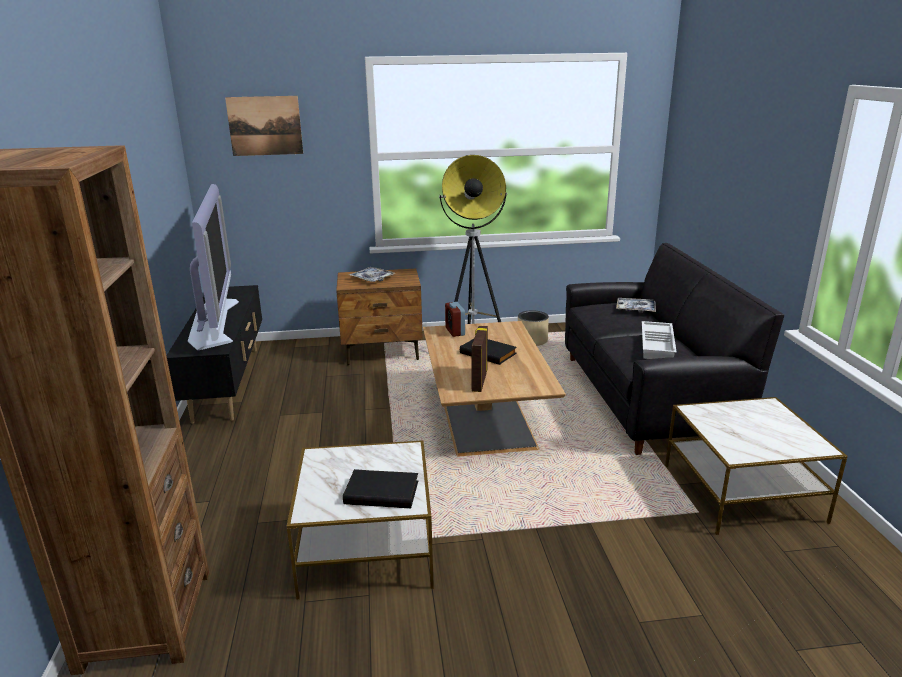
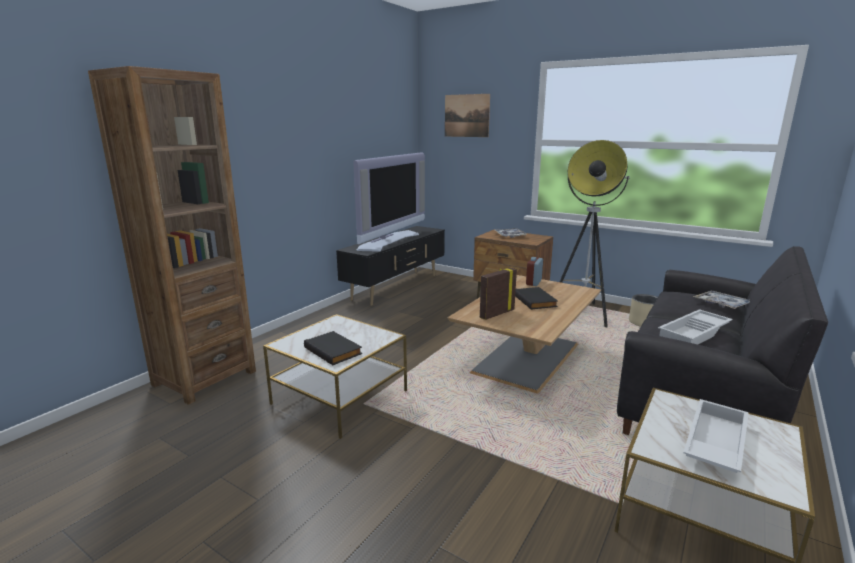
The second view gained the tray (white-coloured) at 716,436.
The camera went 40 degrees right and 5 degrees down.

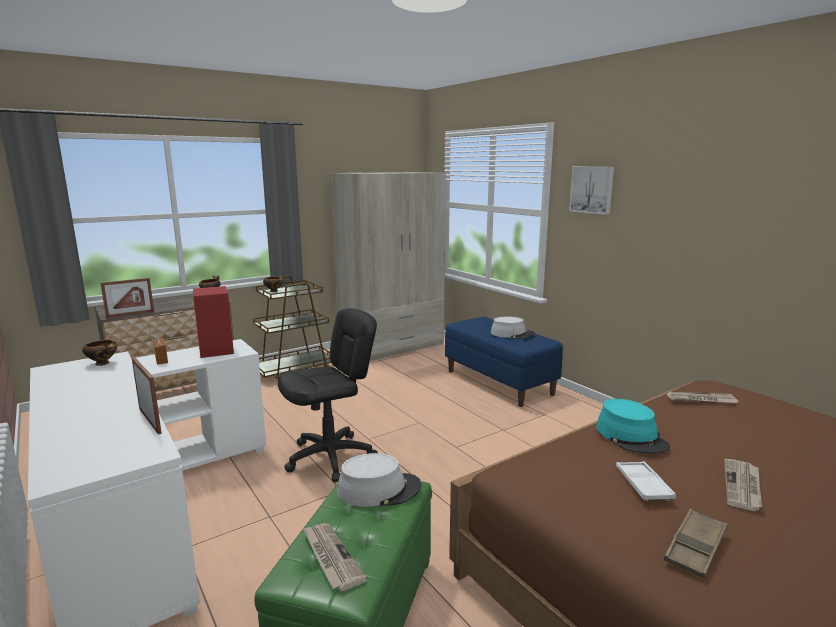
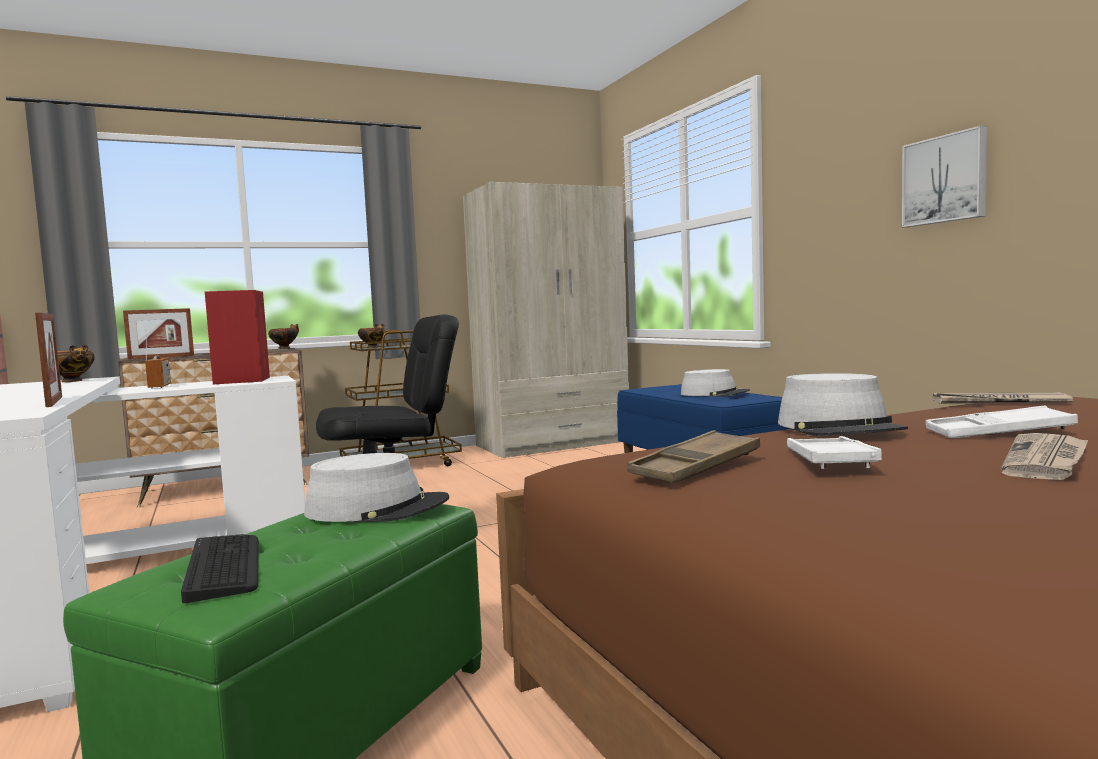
Where the daily paper stood at 334,557, the keyboard came to stand at 220,568.
The wall art ended up elsewhere, having gone from 591,190 to 944,176.
What was the hat (turquoise) at 633,426 turned into the hat (gray) at 843,404.
The tray (brown-coloured) ended up elsewhere, having gone from 696,543 to 693,456.
The second view gained the tray (white-coloured) at 1002,422.
The camera went 10 degrees right and 10 degrees down.

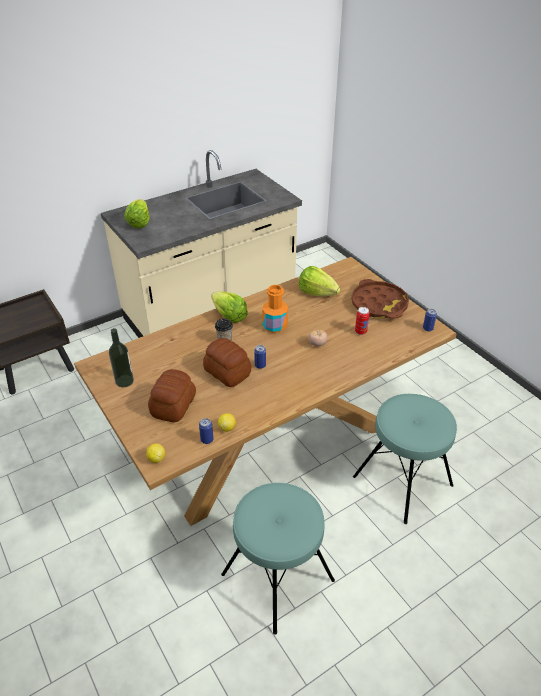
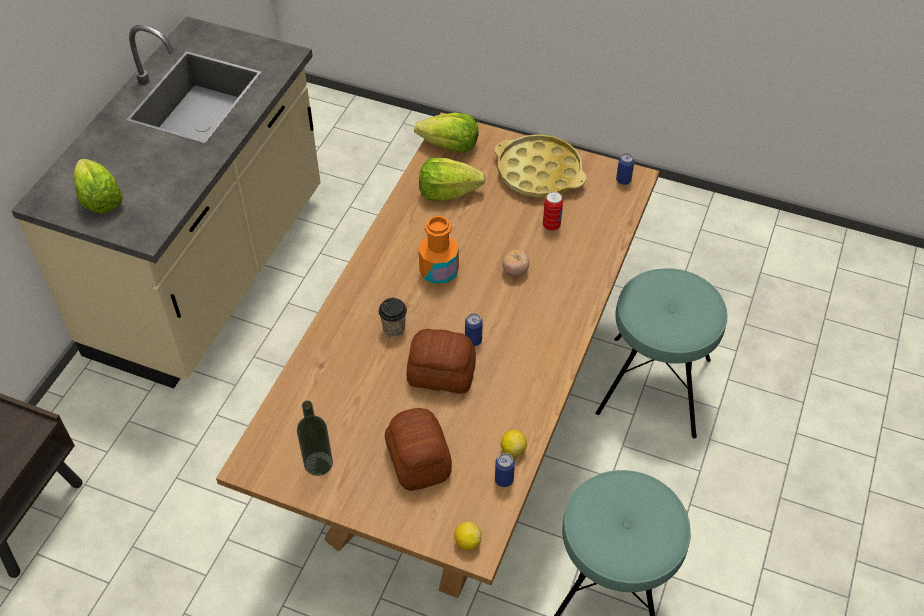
The head of lettuce ended up elsewhere, having gone from 229,307 to 446,133.
What was the tray (brown-coloured) at 380,299 turned into the tray (yellow-coloured) at 540,166.
The camera went 35 degrees left and 10 degrees up.

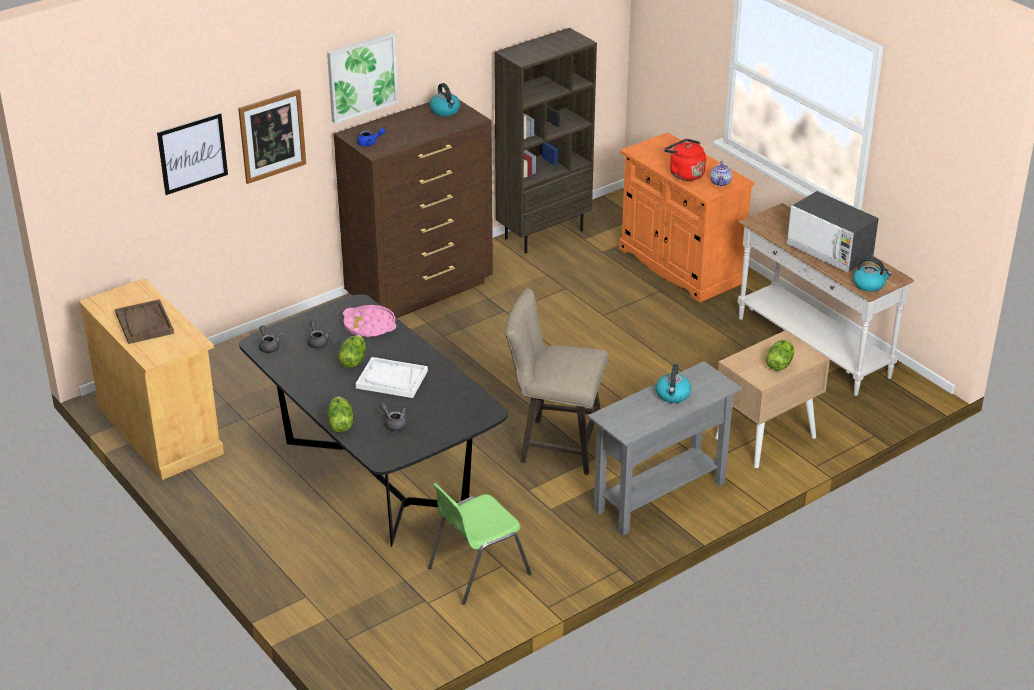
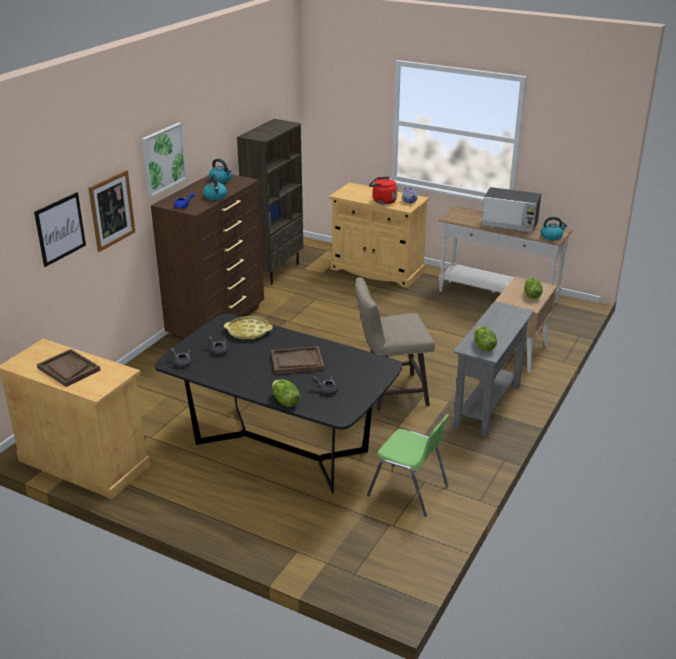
The head of lettuce ended up elsewhere, having gone from 352,351 to 485,338.
What was the tray (pinkish) at 369,321 turned into the tray (yellow-coloured) at 248,328.
What was the tray (white-coloured) at 391,377 turned into the tray (brown-coloured) at 297,360.
The chair (greenish) at 480,544 ended up facing another way, 90 degrees counterclockwise from before.
What was the cupboard (orange) at 686,217 turned into the cupboard (beige) at 379,235.
The kettle ended up elsewhere, having gone from 673,383 to 215,187.
The camera went 25 degrees left and 5 degrees down.

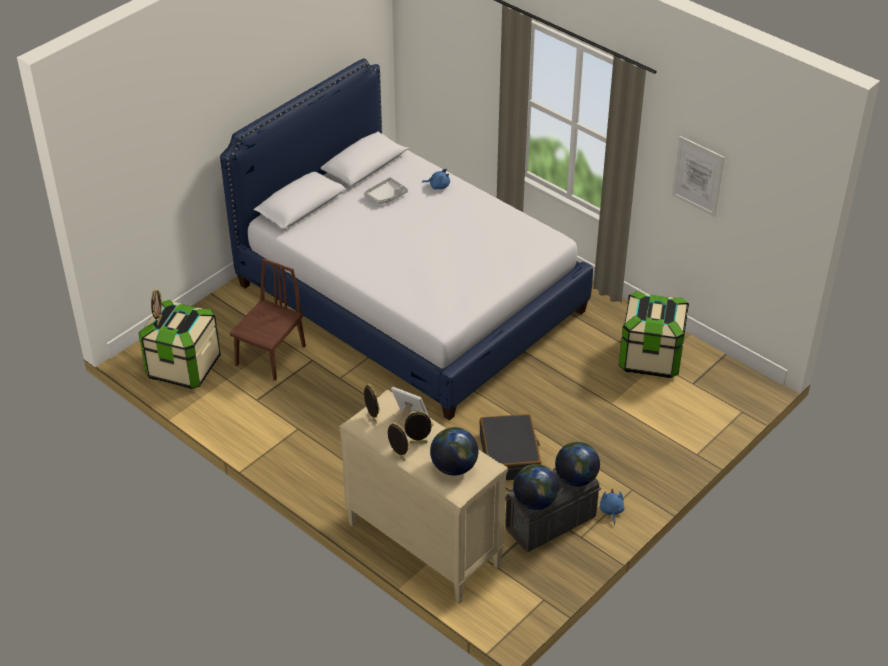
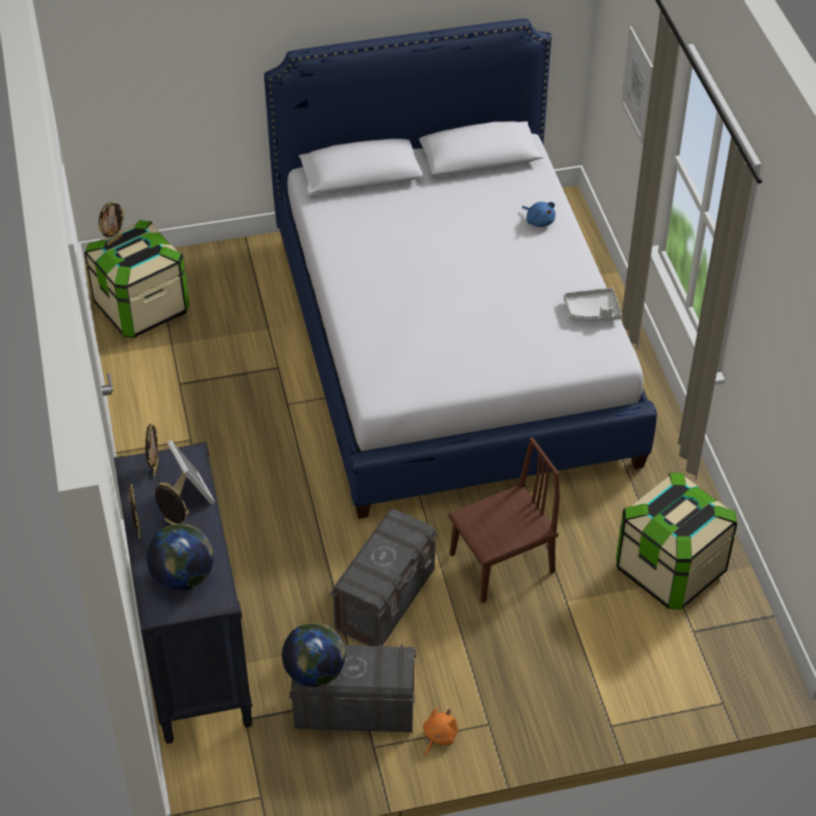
The chair (brown-coloured) ended up elsewhere, having gone from 268,319 to 504,520.
What was the dresser (beige) at 423,496 turned into the dresser (black) at 183,593.
The tray (gray) ended up elsewhere, having gone from 386,190 to 593,305.
Where the piece of luggage (black) stood at 510,447, the storage container (gray) came to stand at 384,578.
The second view lost the globe at 577,464.
What was the plush toy (bluish) at 612,507 turned into the plush toy (orange) at 440,731.
The wall art ended up elsewhere, having gone from 698,176 to 637,85.
The camera went 35 degrees right and 5 degrees up.

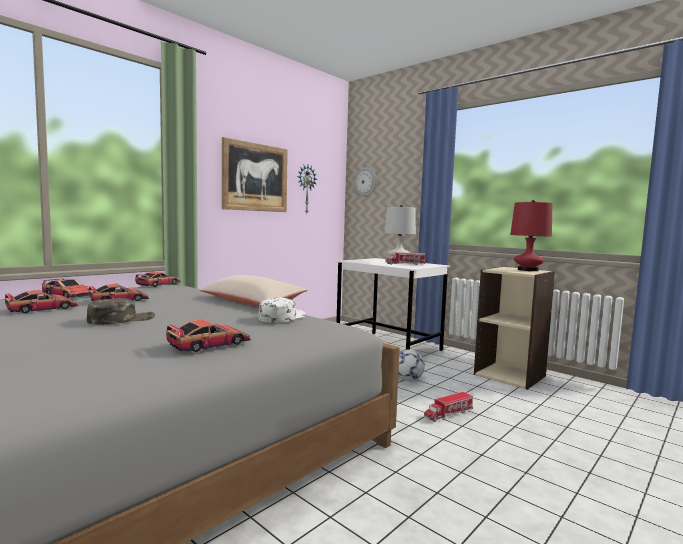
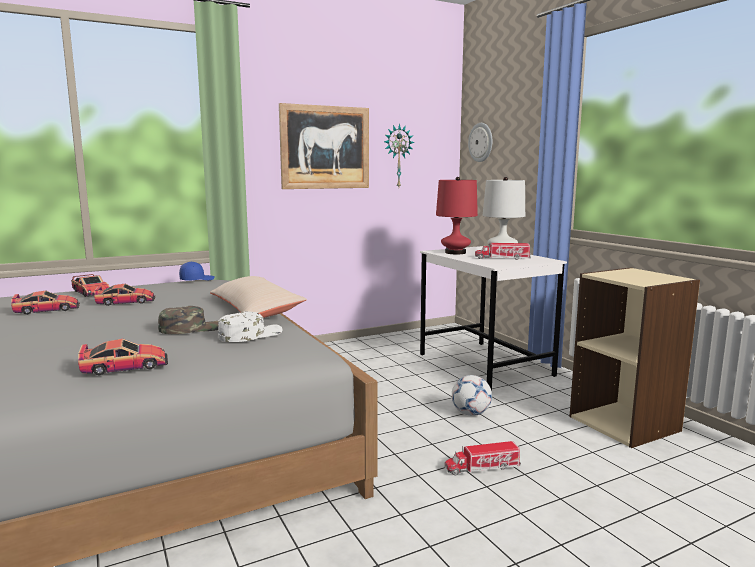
The baseball cap (greenish) ended up elsewhere, having gone from 121,311 to 188,320.
Where the toy car stood at 157,279, the baseball cap (bluish) came to stand at 197,271.
The lamp for a table (red-coloured) ended up elsewhere, having gone from 531,235 to 457,215.
The camera went 20 degrees right and 5 degrees up.

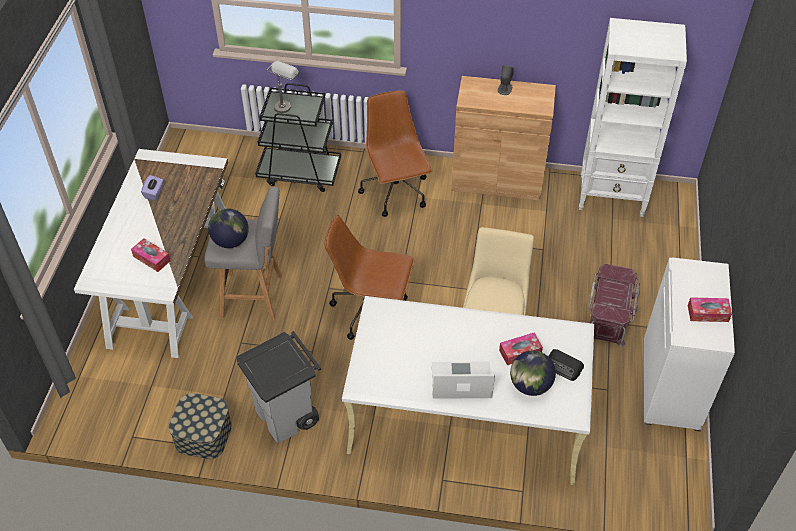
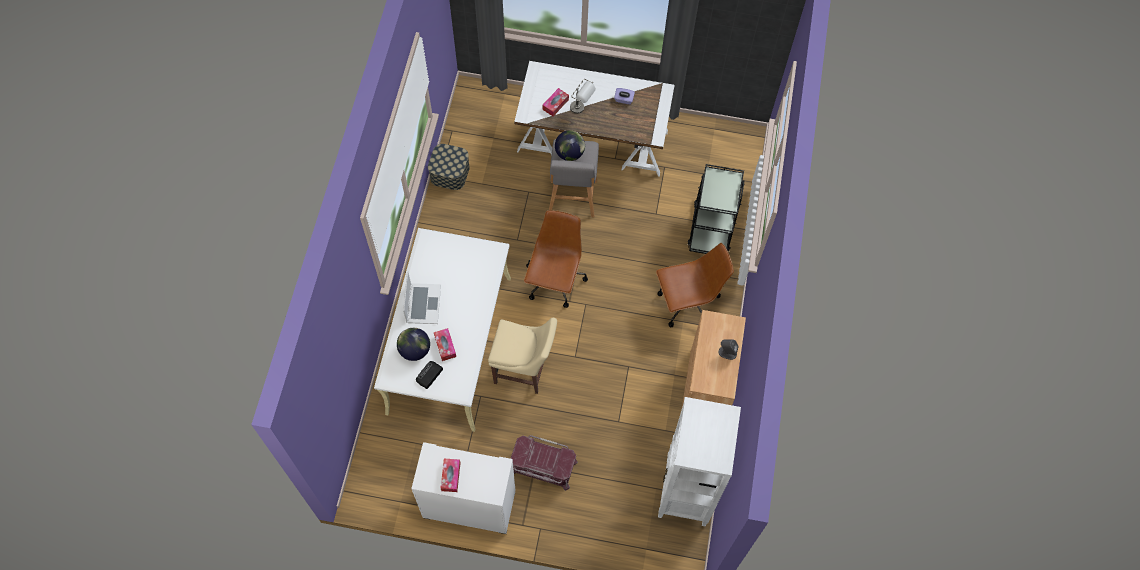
The second view lost the rubbish bin (gray) at 278,387.
The lamp for a table (gray) ended up elsewhere, having gone from 282,87 to 583,96.
The camera went 90 degrees right and 15 degrees up.

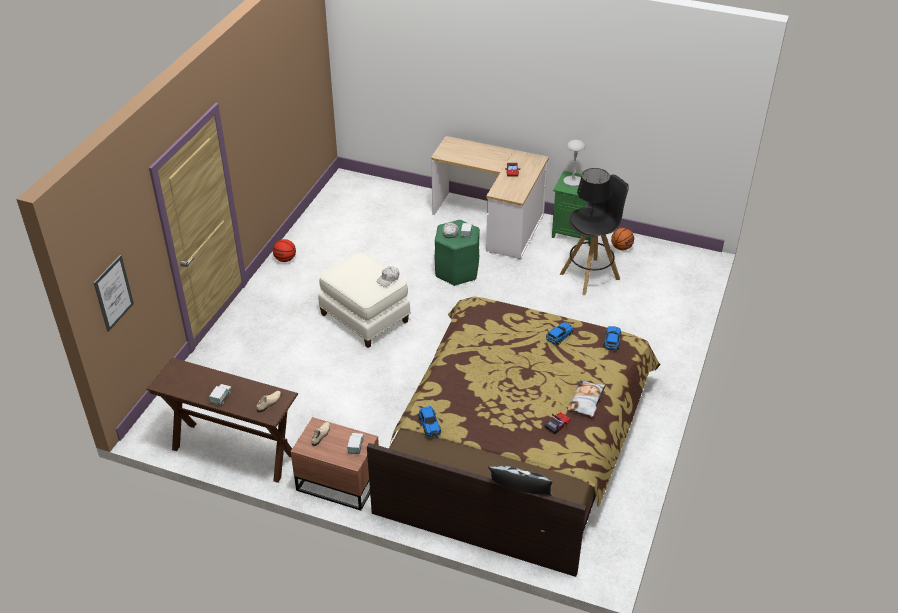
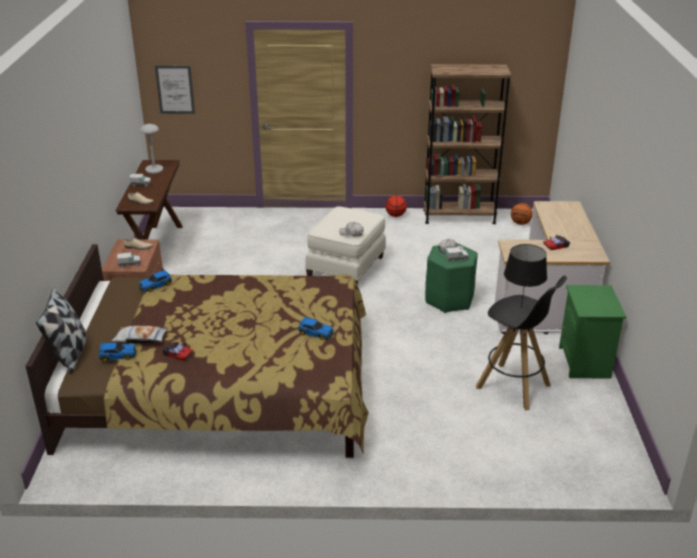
The lamp for a table (gray) ended up elsewhere, having gone from 574,163 to 151,149.
The throw pillow ended up elsewhere, having gone from 586,398 to 139,335.
The toy car ended up elsewhere, having gone from 612,338 to 117,352.
The basketball ended up elsewhere, having gone from 622,239 to 522,214.
The second view gained the bookcase (brown-coloured) at 467,144.
The camera went 70 degrees right and 10 degrees down.

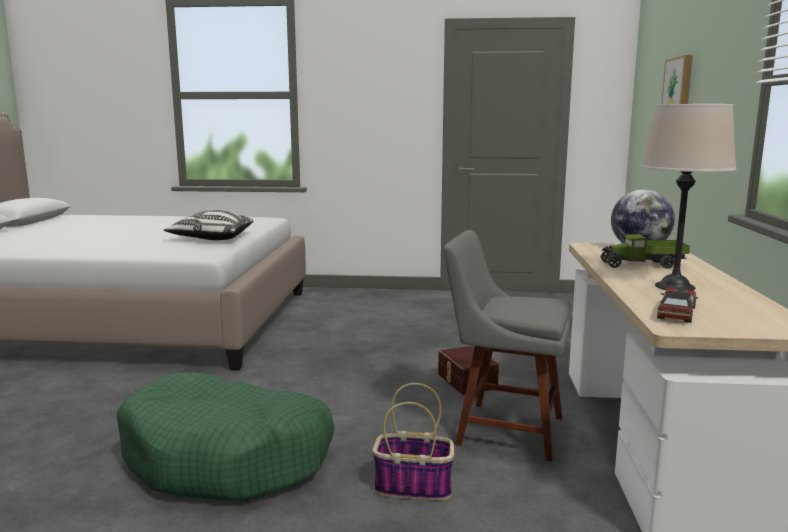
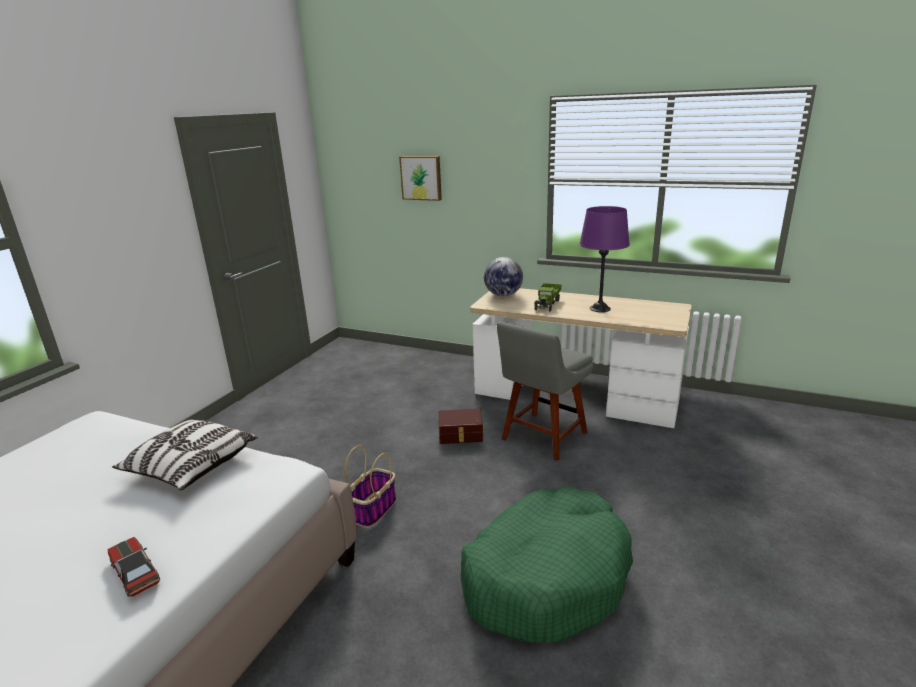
The household basket ended up elsewhere, having gone from 413,442 to 370,487.
What was the lamp for a table (beige) at 688,197 turned into the lamp for a table (purplish) at 605,259.
The toy car ended up elsewhere, having gone from 677,305 to 134,567.
The camera went 70 degrees left and 10 degrees up.

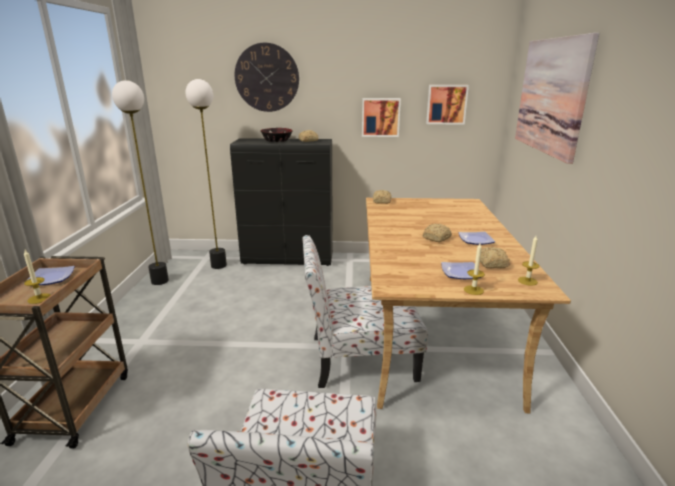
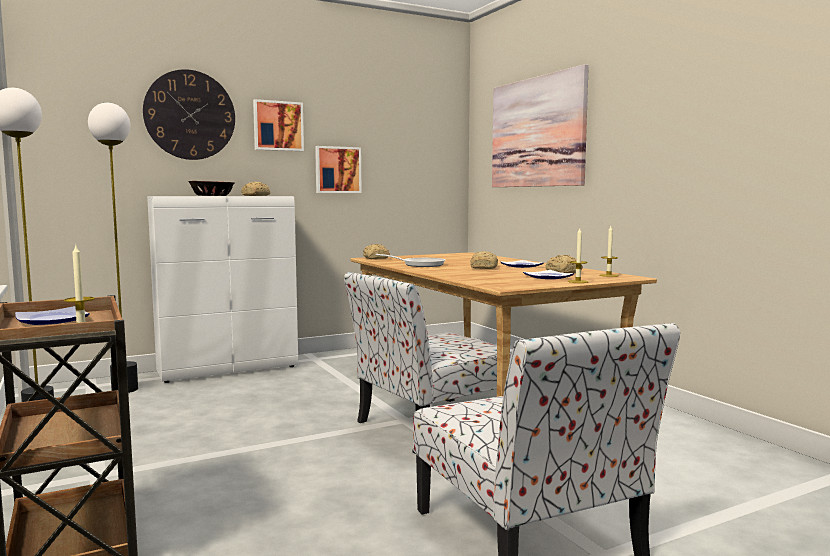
What was the cupboard (black) at 281,202 turned into the cupboard (white-coloured) at 222,289.
The wall art ended up elsewhere, having gone from 447,104 to 278,125.
The second view gained the skillet at 411,260.
The camera went 30 degrees left and 15 degrees down.

